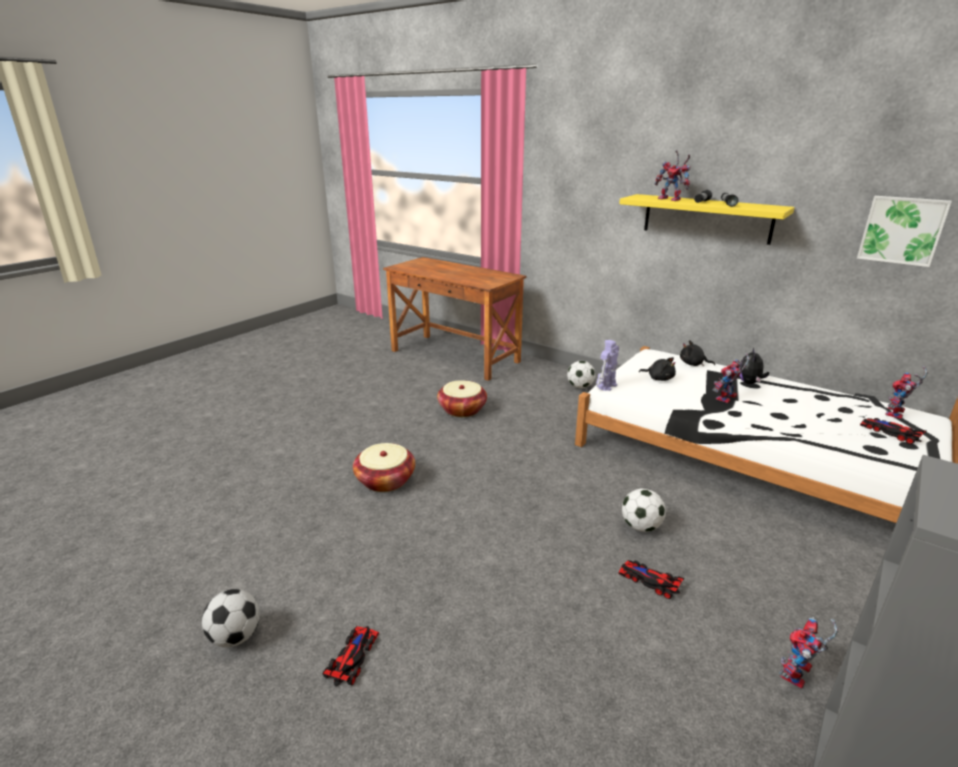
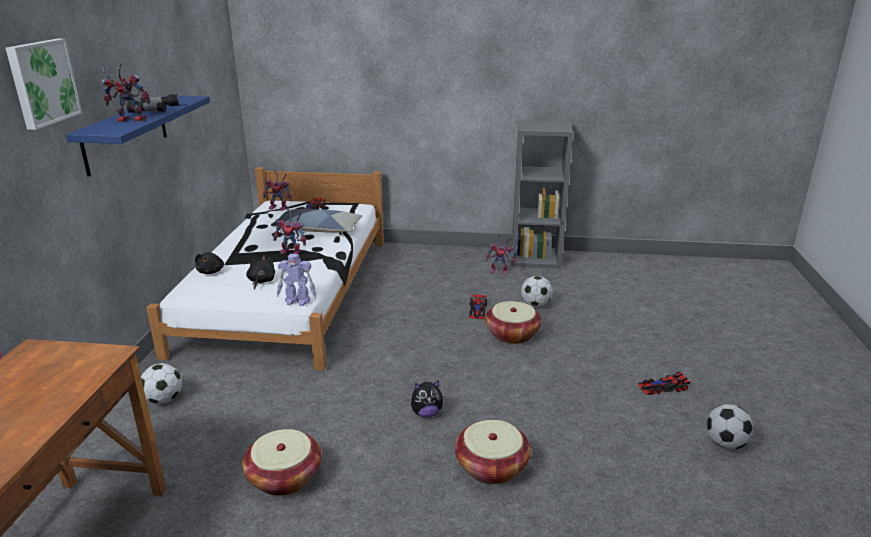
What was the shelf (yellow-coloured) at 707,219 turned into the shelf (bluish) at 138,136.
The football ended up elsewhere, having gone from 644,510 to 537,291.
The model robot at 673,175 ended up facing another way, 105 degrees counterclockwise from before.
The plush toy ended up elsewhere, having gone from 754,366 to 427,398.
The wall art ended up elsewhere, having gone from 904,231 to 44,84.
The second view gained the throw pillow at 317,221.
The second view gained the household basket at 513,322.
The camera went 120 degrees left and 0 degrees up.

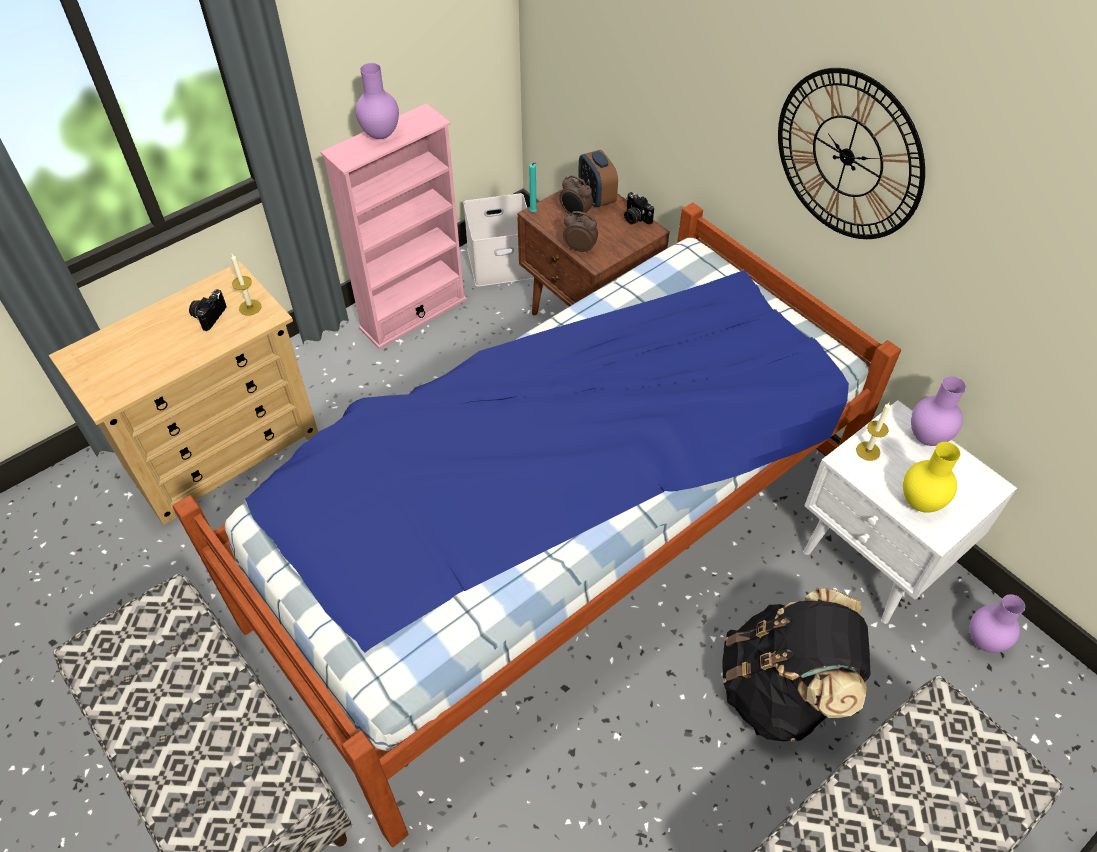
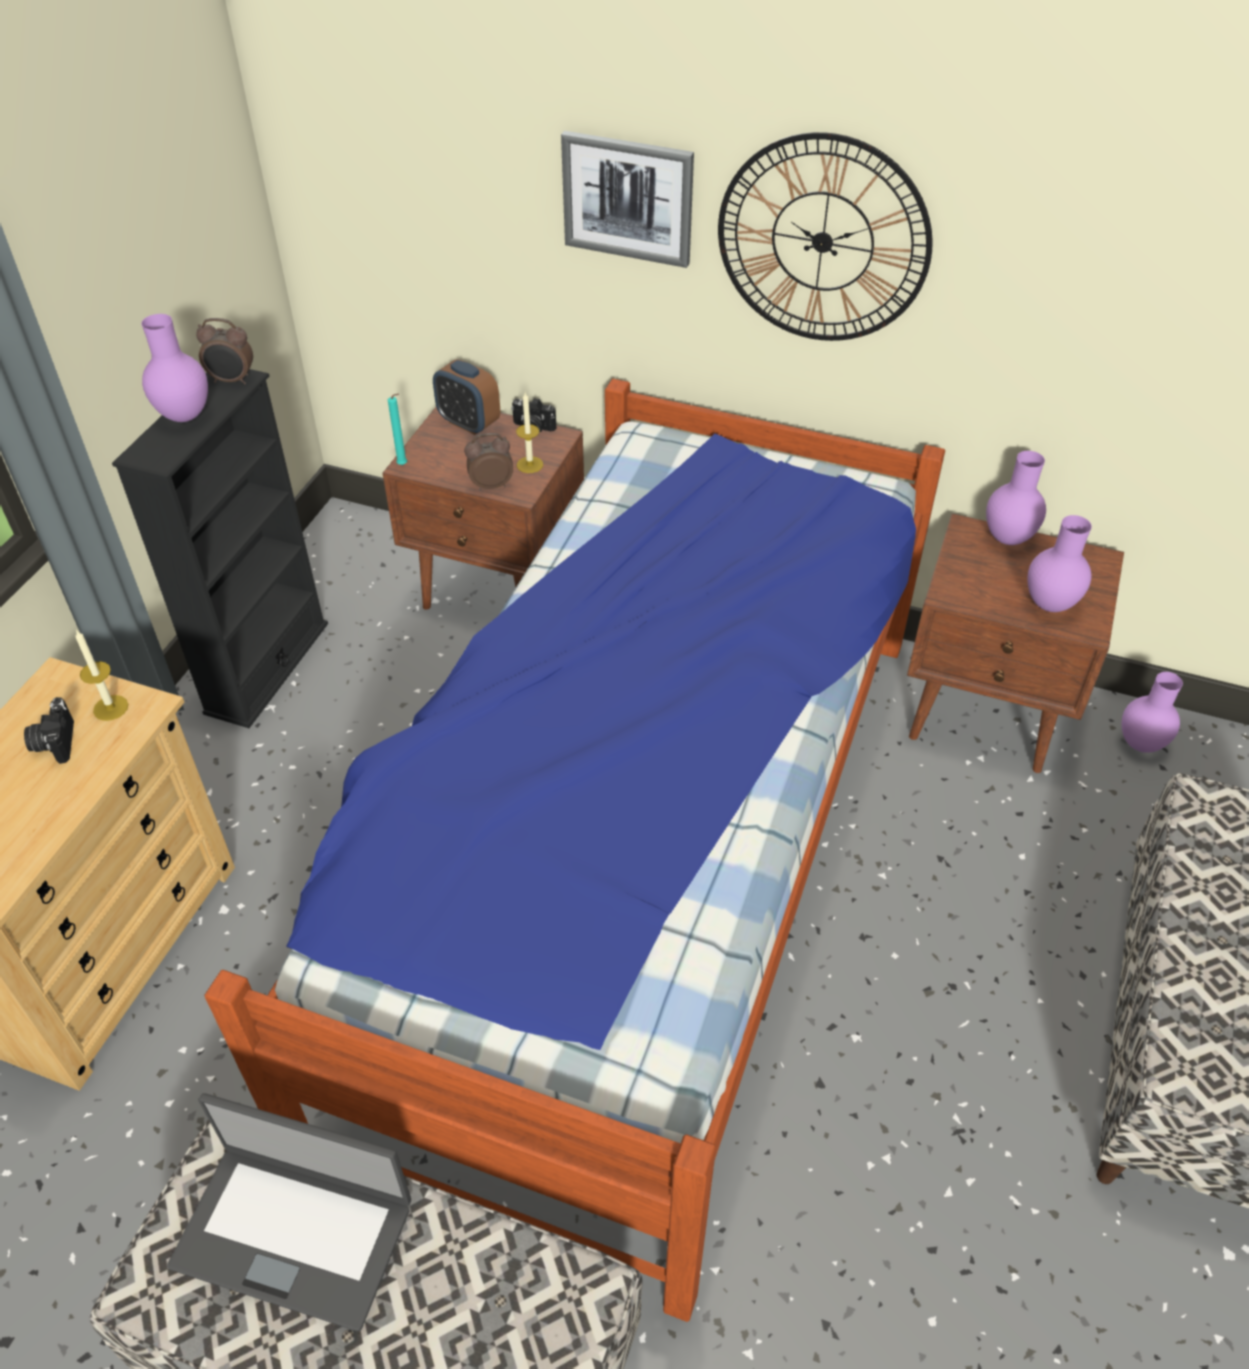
What was the bookcase (pinkish) at 393,226 turned into the bookcase (black) at 220,548.
The second view lost the storage container (white-coloured) at 498,240.
The bedside clock ended up elsewhere, having gone from 576,196 to 224,351.
The second view lost the rucksack (black) at 796,664.
What was the bedside table (white-coloured) at 910,512 turned into the bedside table (brown-coloured) at 1015,643.
The candle ended up elsewhere, having gone from 873,432 to 529,432.
What was the decorative vase (yellow-coloured) at 932,477 turned into the decorative vase (purplish) at 1059,563.
The second view gained the laptop at 289,1212.
The second view gained the wall art at 627,199.
The camera went 30 degrees left and 5 degrees down.

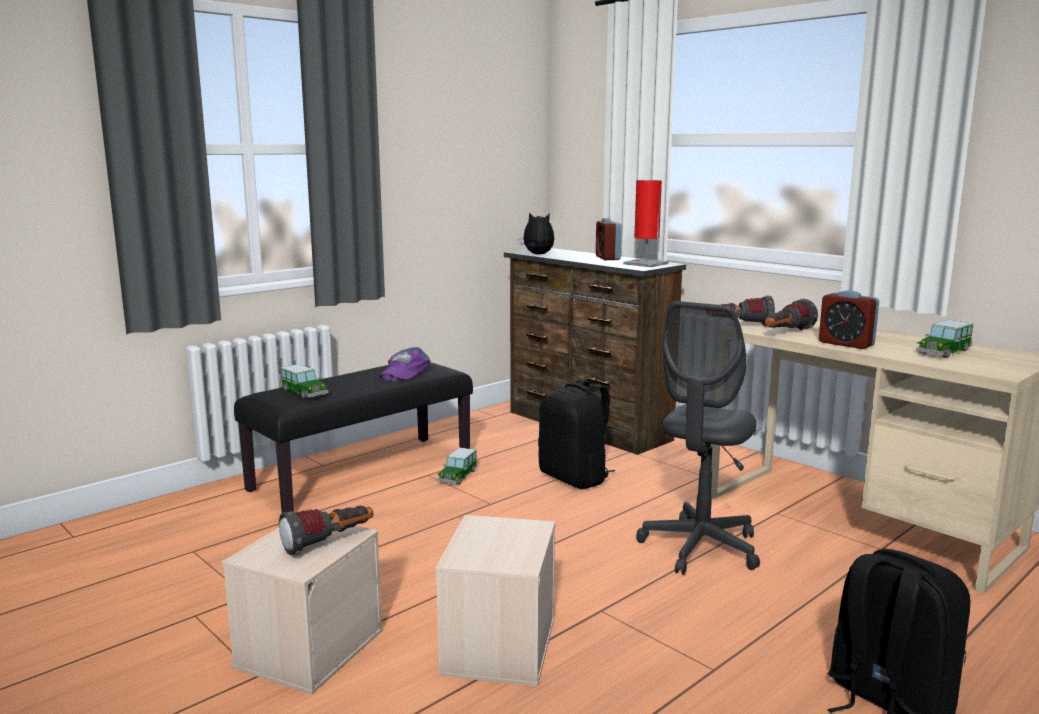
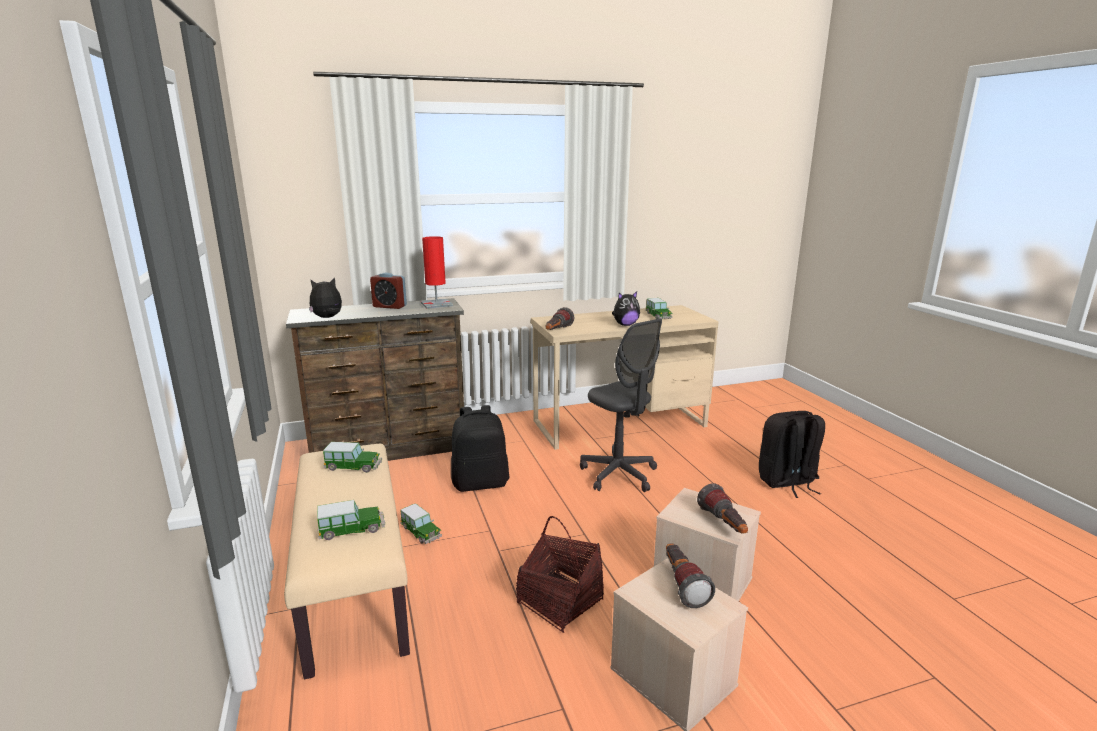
What was the indoor bench (black) at 353,437 turned into the indoor bench (beige) at 347,561.
Where the baseball cap (purplish) stood at 404,364, the toy car came to stand at 352,457.
The torch ended up elsewhere, having gone from 791,314 to 722,508.
Where the bedside clock stood at 849,319, the plush toy came to stand at 626,308.
The second view gained the household basket at 560,574.
The camera went 65 degrees left and 5 degrees up.

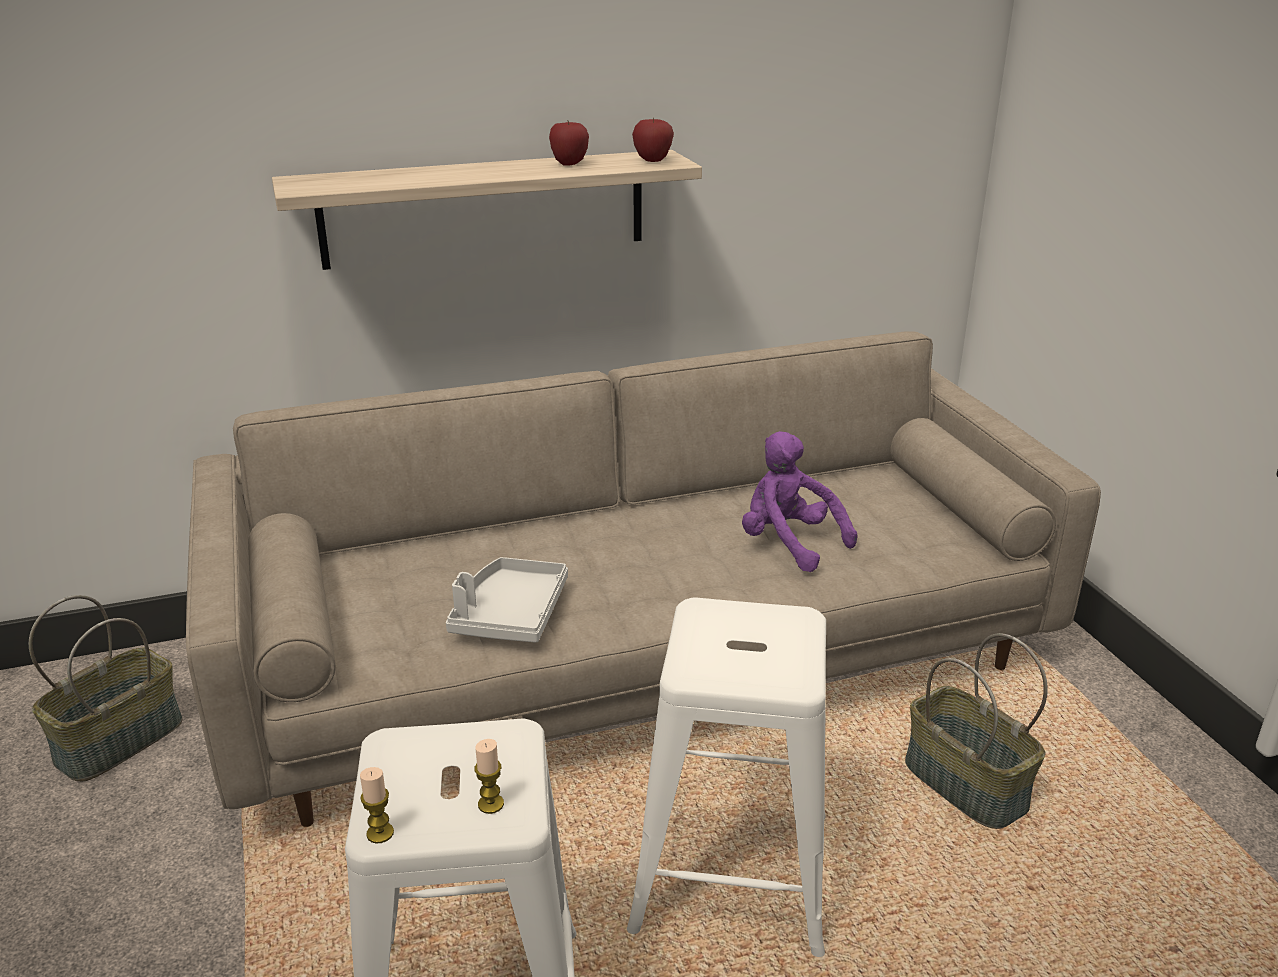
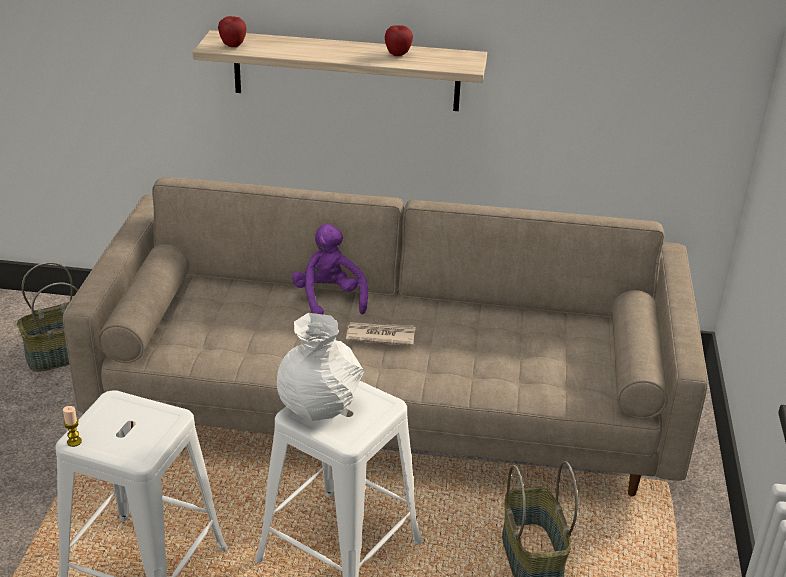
The second view lost the tray (gray) at 507,600.
The second view lost the candle at 489,776.
The apple fruit ended up elsewhere, having gone from 653,139 to 232,31.
The plush toy (purplish) ended up elsewhere, having gone from 799,501 to 330,269.
The second view gained the decorative vase (white-coloured) at 320,367.
The second view gained the daily paper at 381,334.
The camera went 25 degrees right and 5 degrees up.

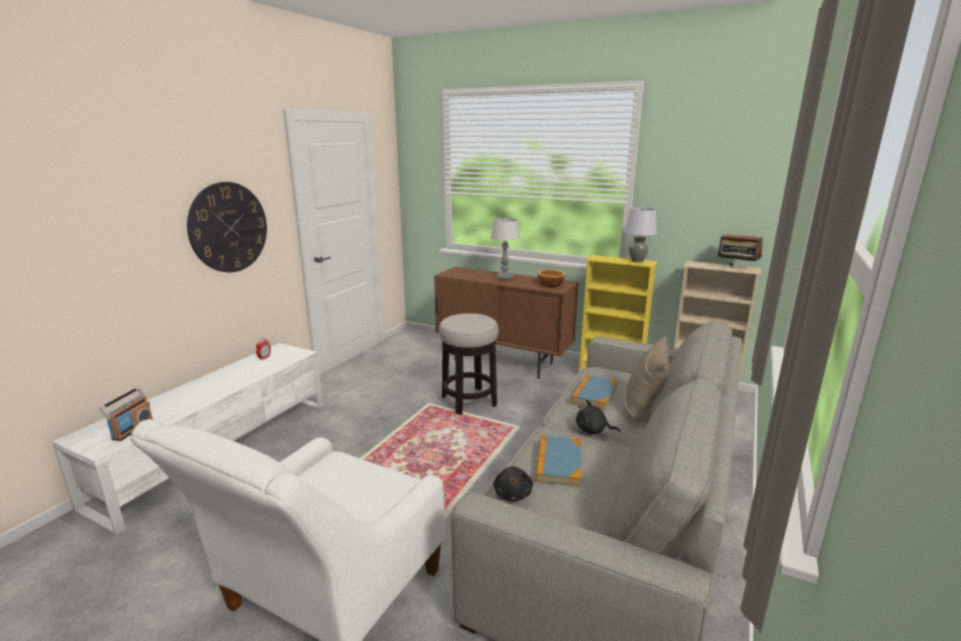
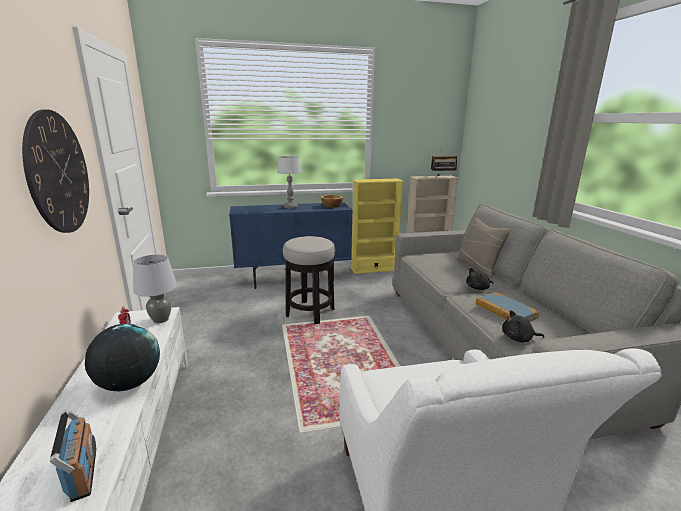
What was the cupboard (brown-coloured) at 506,323 turned into the cupboard (bluish) at 291,245.
The plush toy (black) at 513,483 ended up facing another way, 135 degrees clockwise from before.
The second view lost the volume at 594,392.
The lamp for a table (gray) ended up elsewhere, having gone from 640,235 to 155,288.
The second view gained the globe at 122,357.
The camera went 40 degrees left and 0 degrees up.

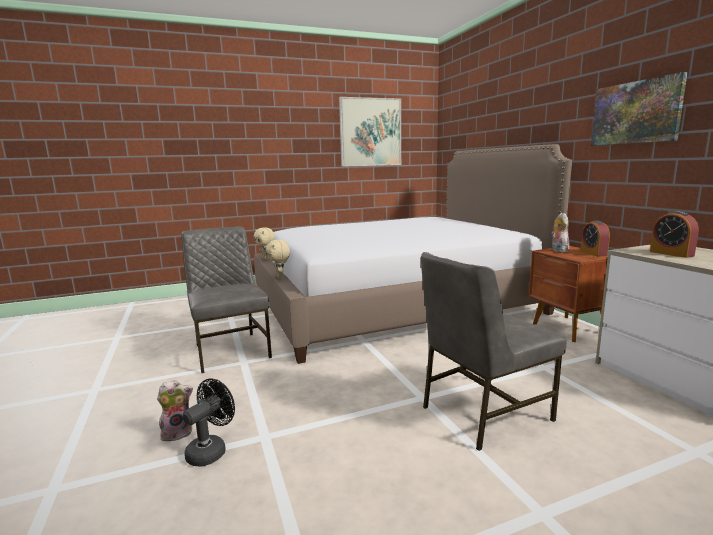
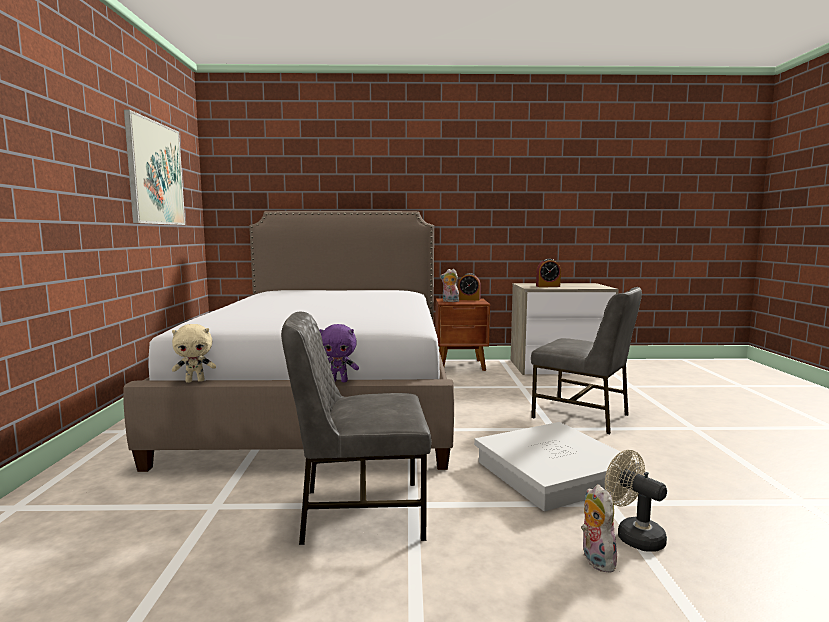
What was the fan (black) at 209,422 turned into the fan (beige) at 636,501.
What was the plush toy (beige) at 278,259 turned into the plush toy (purplish) at 339,353.
The chair (gray) at 493,351 ended up facing another way, 45 degrees counterclockwise from before.
The second view lost the wall art at 639,109.
The second view gained the storage container (white-coloured) at 557,466.
The camera went 70 degrees left and 5 degrees down.

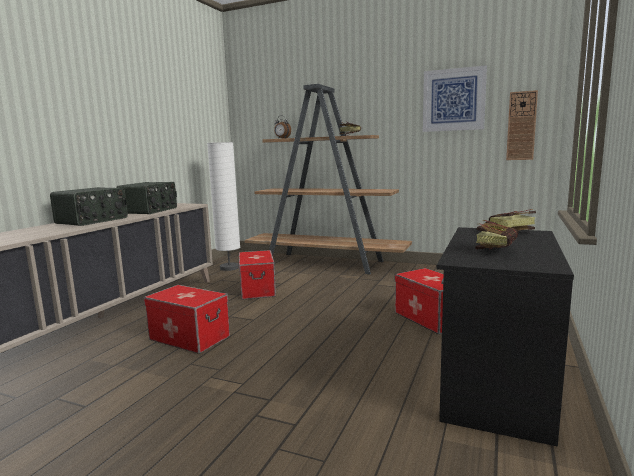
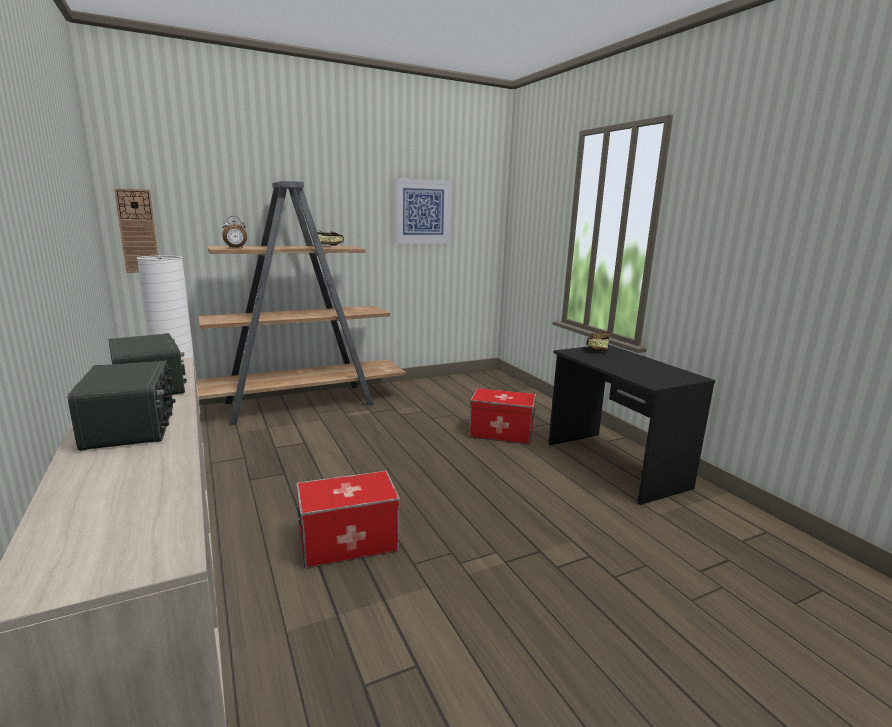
The second view lost the storage container at 257,275.
The second view lost the volume at 496,234.
The clock on the wall ended up elsewhere, having gone from 522,125 to 136,230.
The camera went 50 degrees left and 5 degrees up.

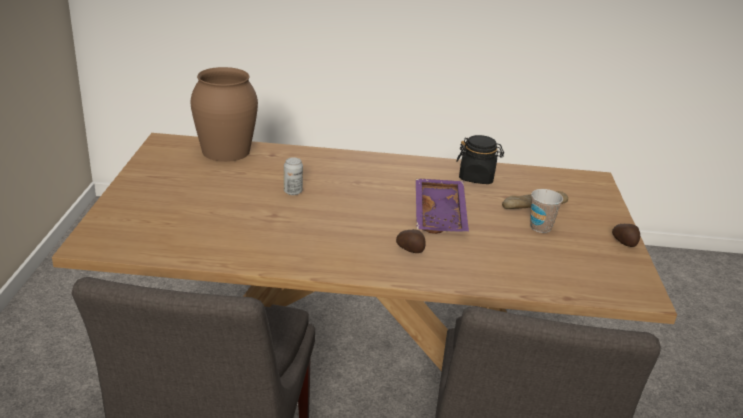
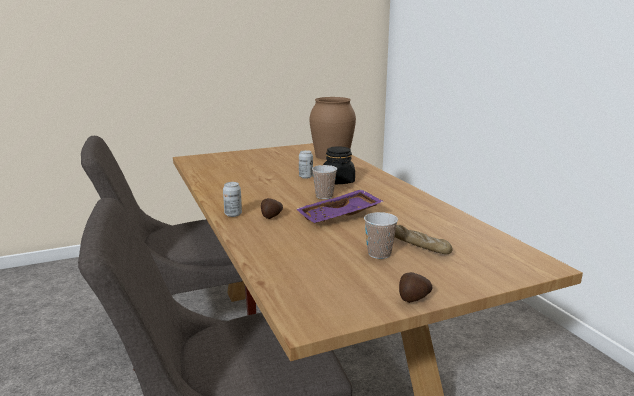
The jar (black) ended up elsewhere, having gone from 480,159 to 339,165.
The second view gained the sealed can at 232,199.
The second view gained the cup at 324,182.
The camera went 65 degrees right and 10 degrees down.

